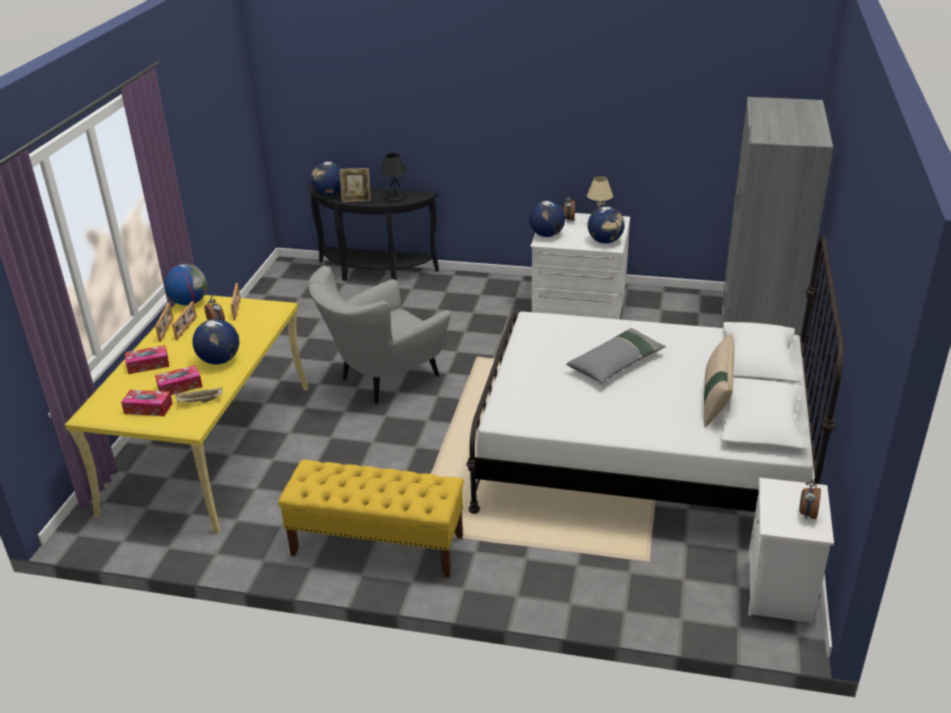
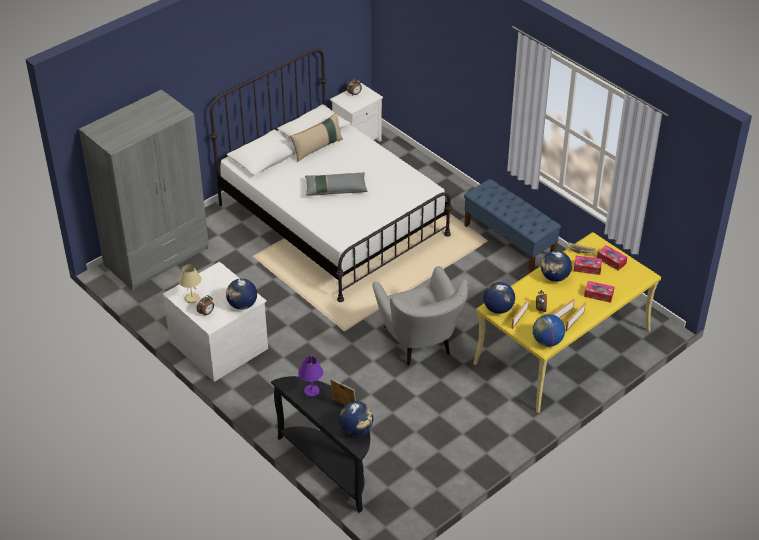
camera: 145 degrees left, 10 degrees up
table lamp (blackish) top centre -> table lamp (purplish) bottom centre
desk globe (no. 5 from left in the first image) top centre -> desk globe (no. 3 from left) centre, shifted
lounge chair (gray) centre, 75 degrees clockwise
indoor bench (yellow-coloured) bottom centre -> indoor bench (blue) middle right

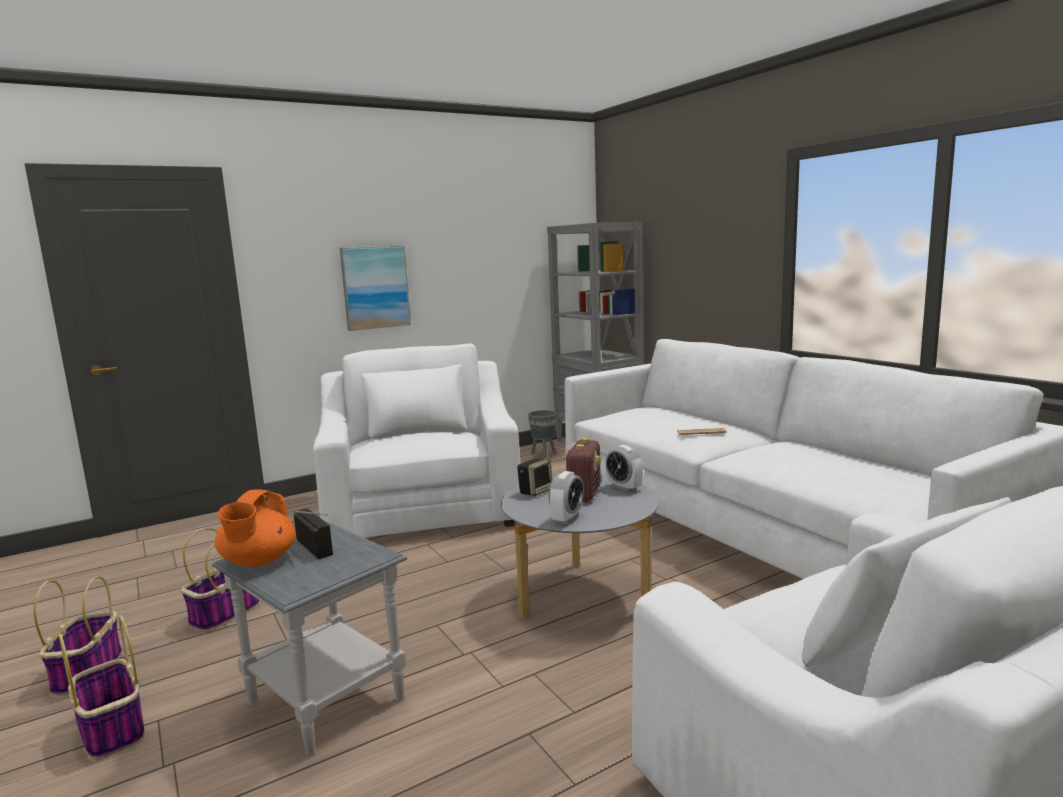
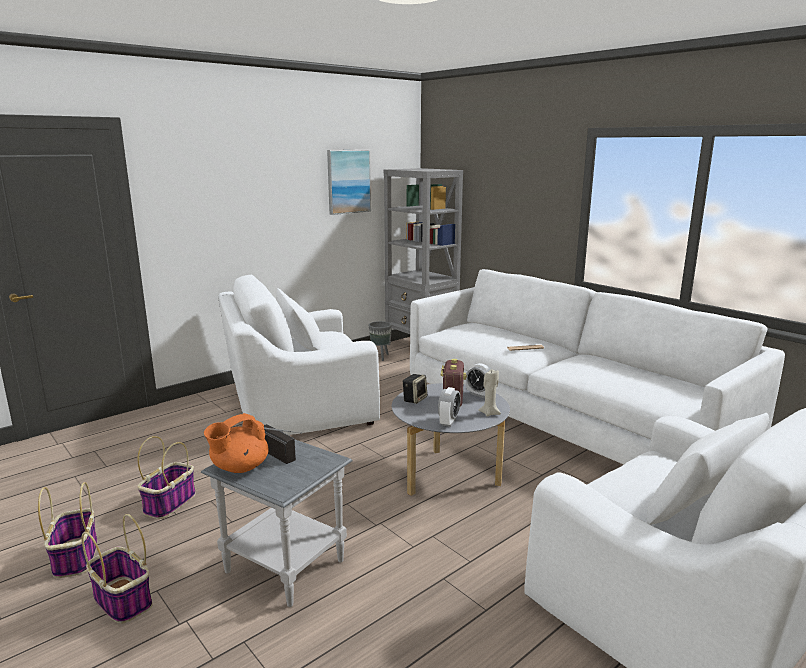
camera: 10 degrees left, 5 degrees up
wall picture centre -> wall picture top centre, shifted
lounge chair (whitish) (no. 1 from left) centre, 90 degrees counterclockwise
tea pot (orange) middle left, 45 degrees clockwise
none -> wax candle (sand-coloured) centre

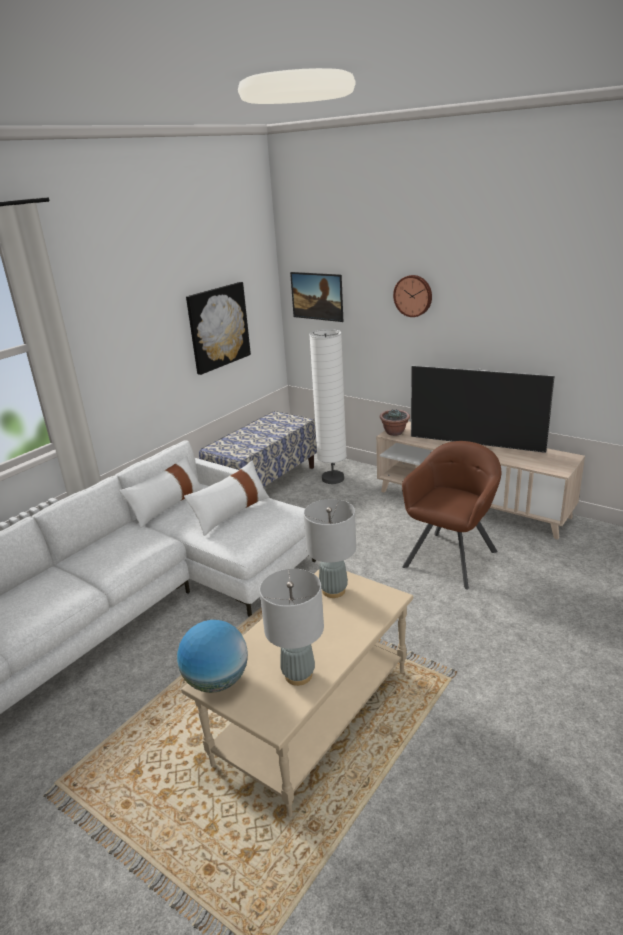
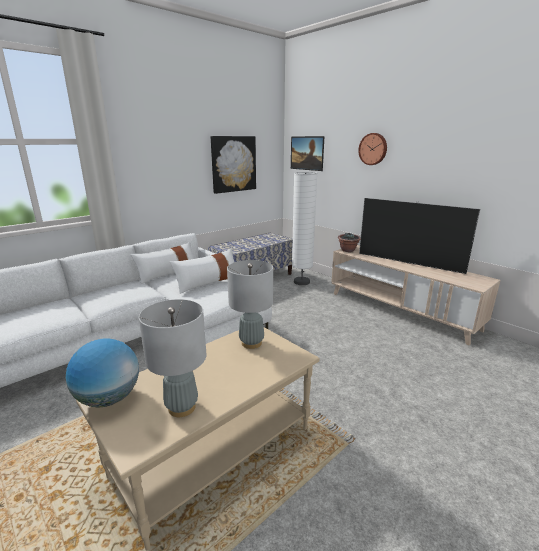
camera: 10 degrees right, 5 degrees down
lounge chair (brown) middle right -> none

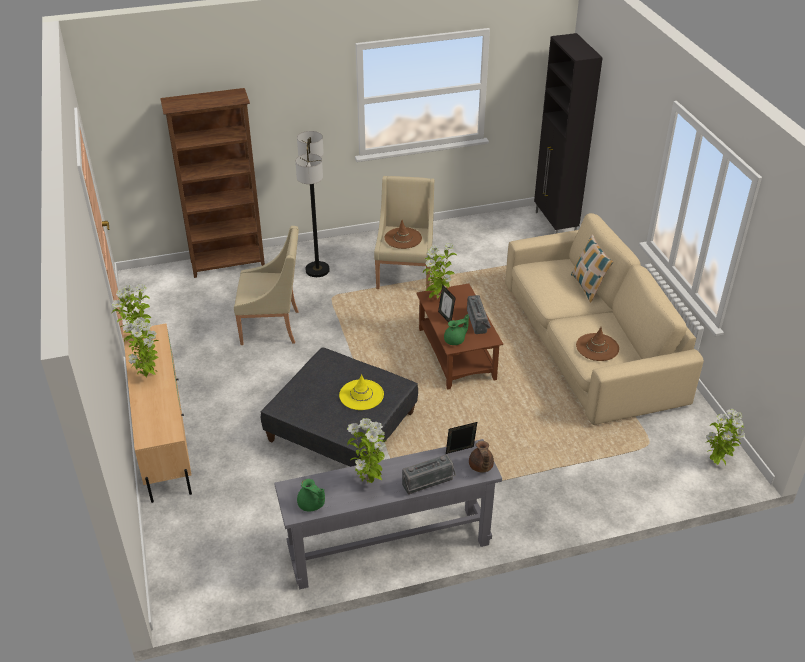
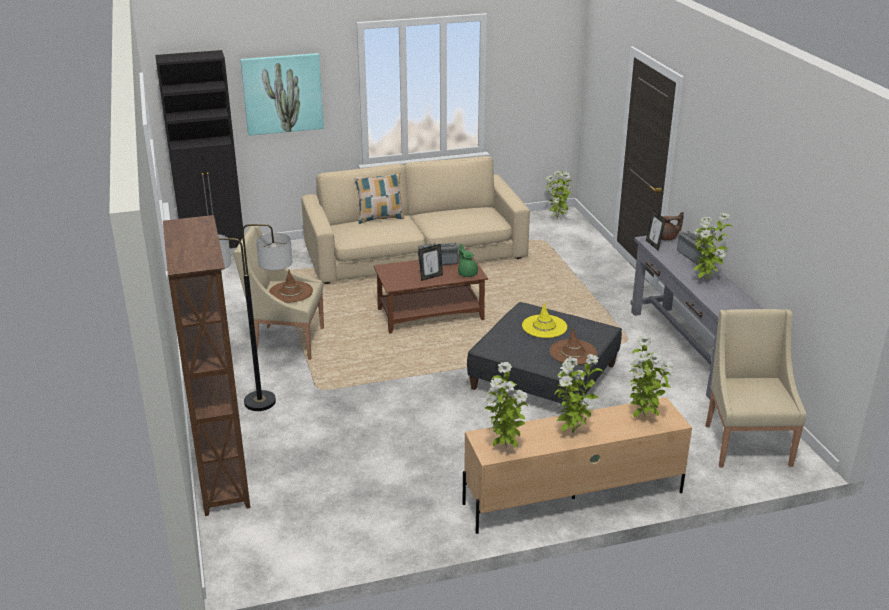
camera: 90 degrees left, 10 degrees down
lounge chair (sand-coloured) (no. 1 from left in the first image) middle left -> lounge chair (sand-coloured) (no. 2 from left) middle right, shifted
houseplant (no. 4 from left) centre -> houseplant (no. 4 from left) middle right, shifted
hat (brown) (no. 2 from left) middle right -> hat (brown) (no. 2 from left) centre, shifted
tea pot (green) (no. 1 from left) bottom centre -> none
none -> wall picture top left

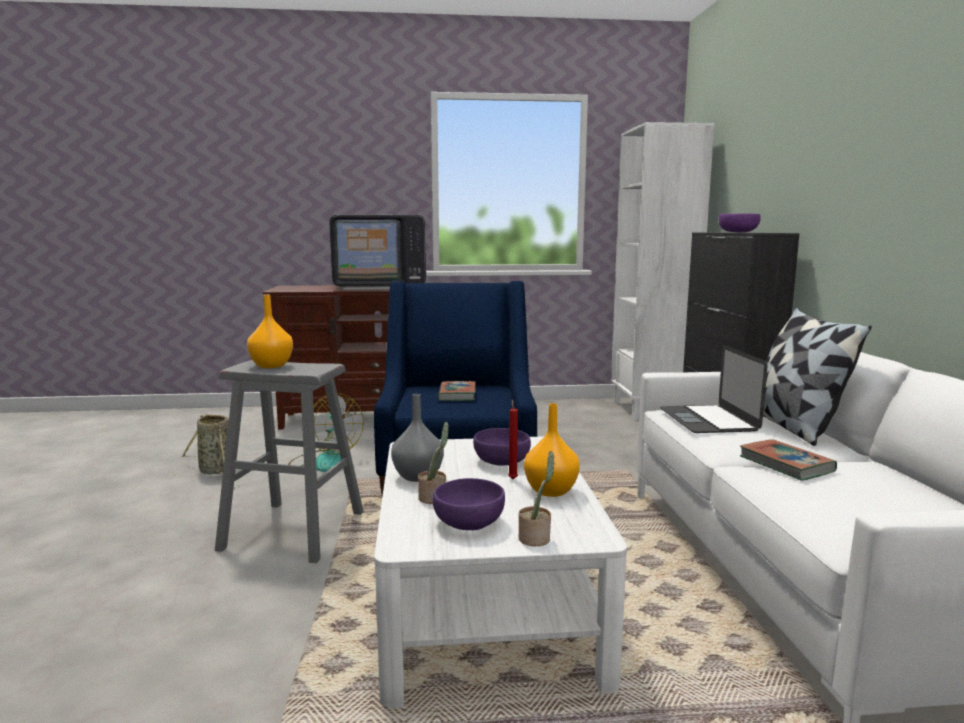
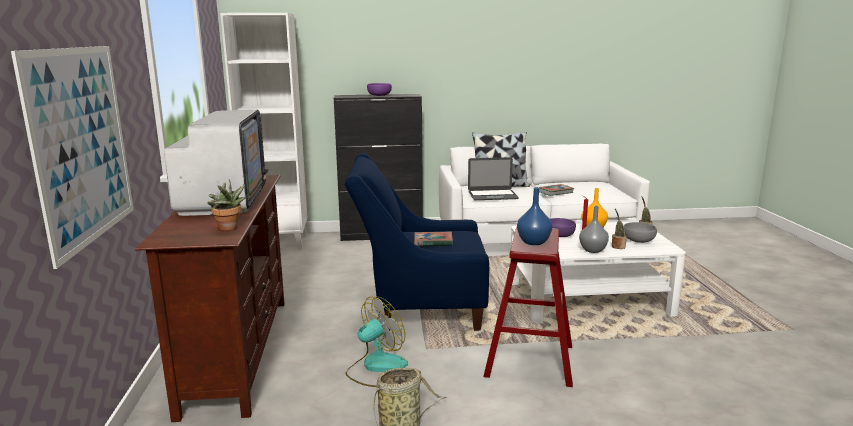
camera: 90 degrees left, 5 degrees up
decorative vase (orange) (no. 1 from left) middle left -> decorative vase (blue) centre
stool (gray) middle left -> stool (reddish) bottom centre
serving bowl (purplish) (no. 1 from left) bottom centre -> serving bowl (gray) middle right
none -> wall picture middle left
none -> houseplant (no. 1 from left) middle left

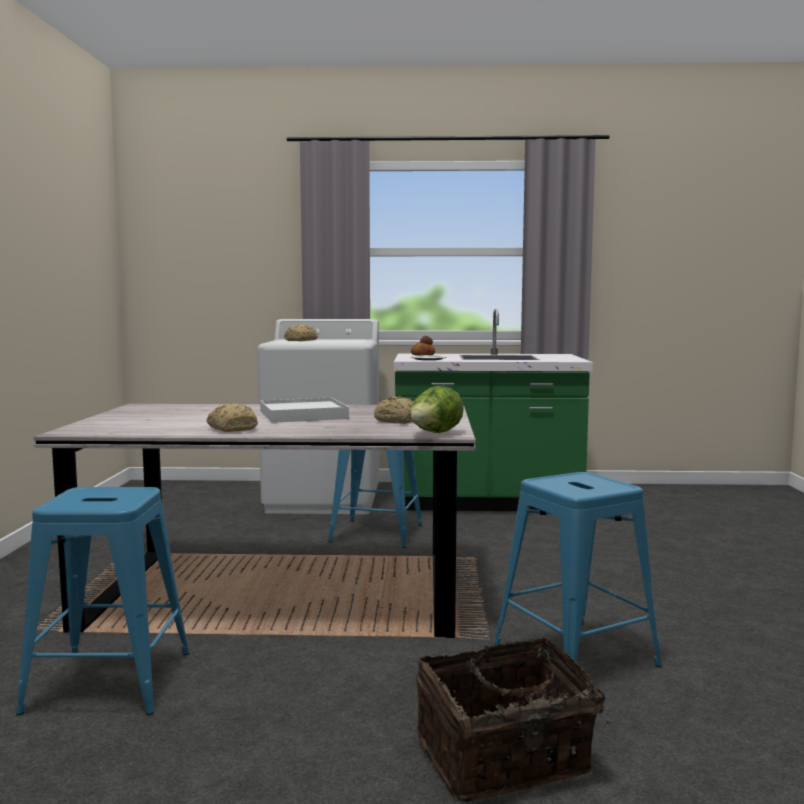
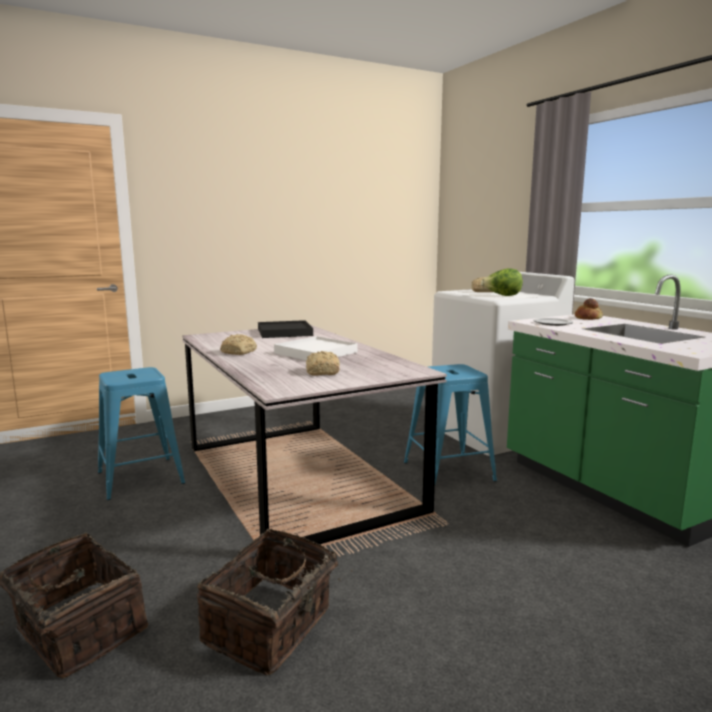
camera: 60 degrees right, 5 degrees up
lettuce centre -> lettuce middle right, shifted
stool (blue) (no. 3 from left) bottom right -> household basket (no. 2 from left) bottom centre
none -> serving tray (blackish) centre

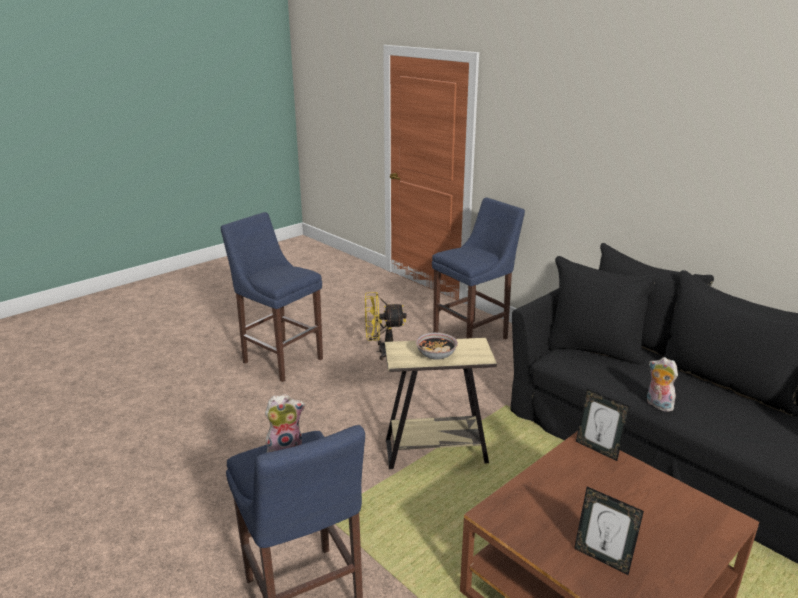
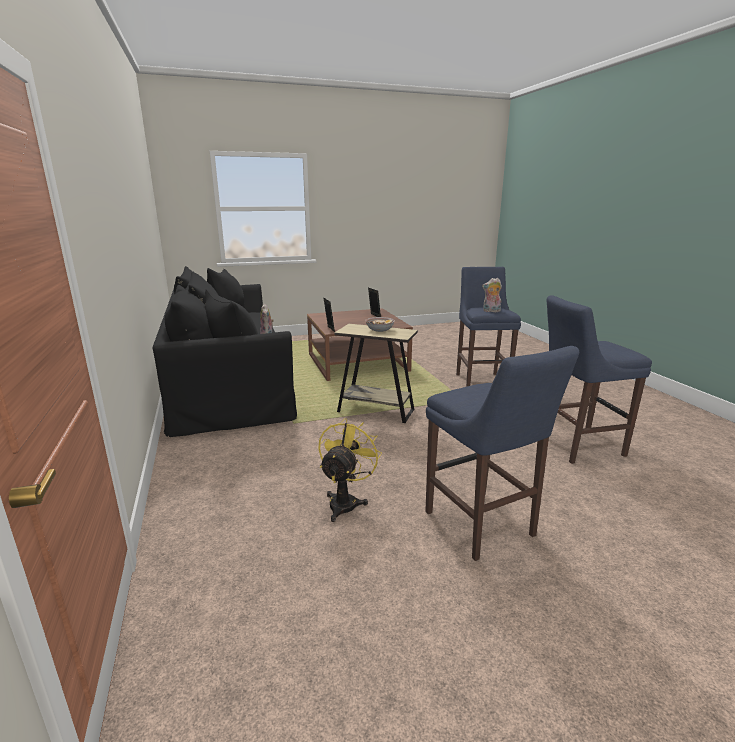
camera: 155 degrees left, 5 degrees down
stool (blue) (no. 3 from left) centre -> stool (blue) (no. 3 from left) middle right, shifted
electric fan (yellow-coloured) centre, 90 degrees counterclockwise

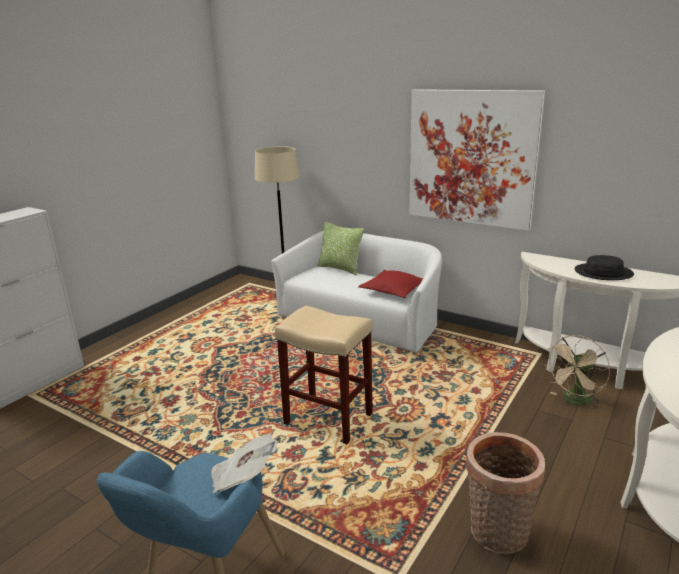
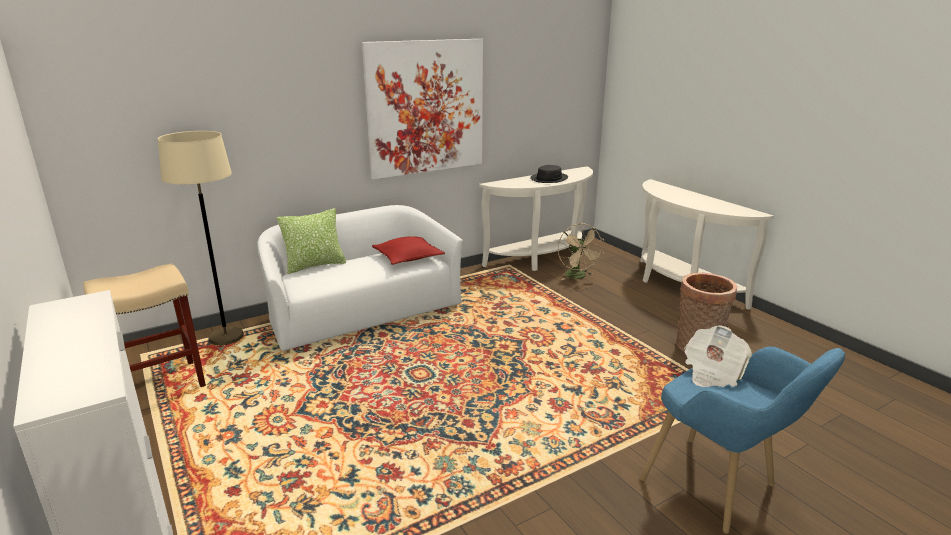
camera: 65 degrees left, 0 degrees up
stool (sand-coloured) centre -> stool (sand-coloured) middle left, shifted

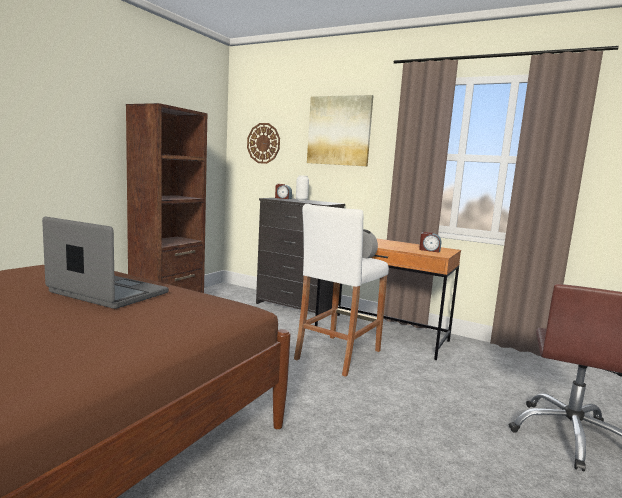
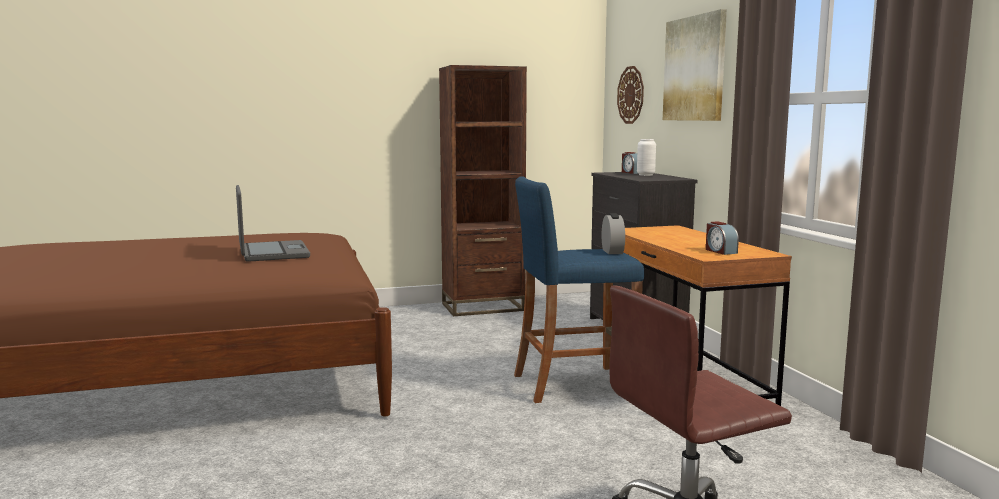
camera: 45 degrees right, 0 degrees up
stool (whitish) centre -> stool (blue) centre

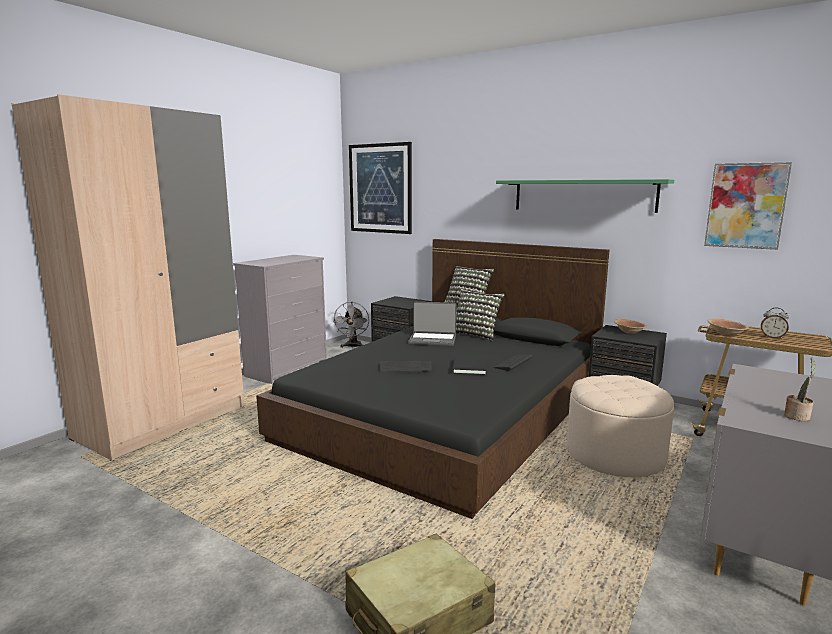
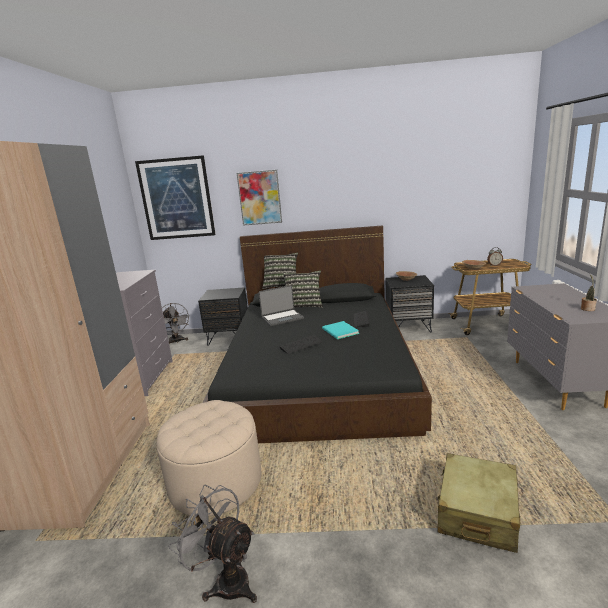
camera: 30 degrees left, 5 degrees up
wall picture (no. 2 from left) top right -> wall picture (no. 2 from left) top centre, shifted
shelf (green) top right -> none
book (blackish) centre -> book (turquoise) centre
pouffe (sand-coloured) bottom right -> pouffe (sand-coloured) bottom centre, shifted
none -> electric fan (gray) (no. 2 from left) bottom centre

